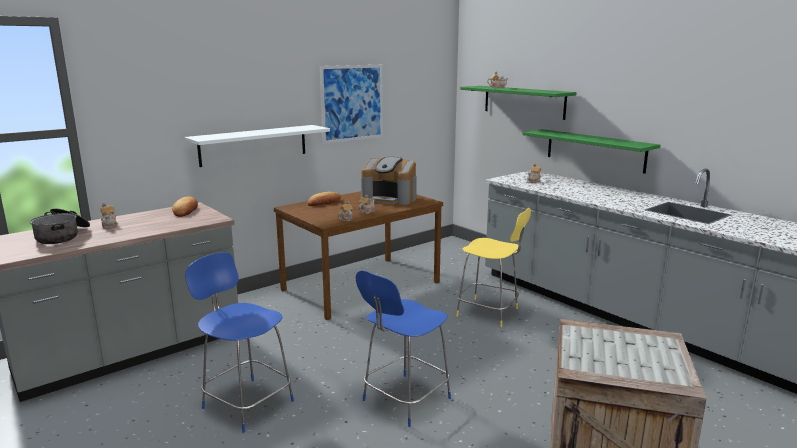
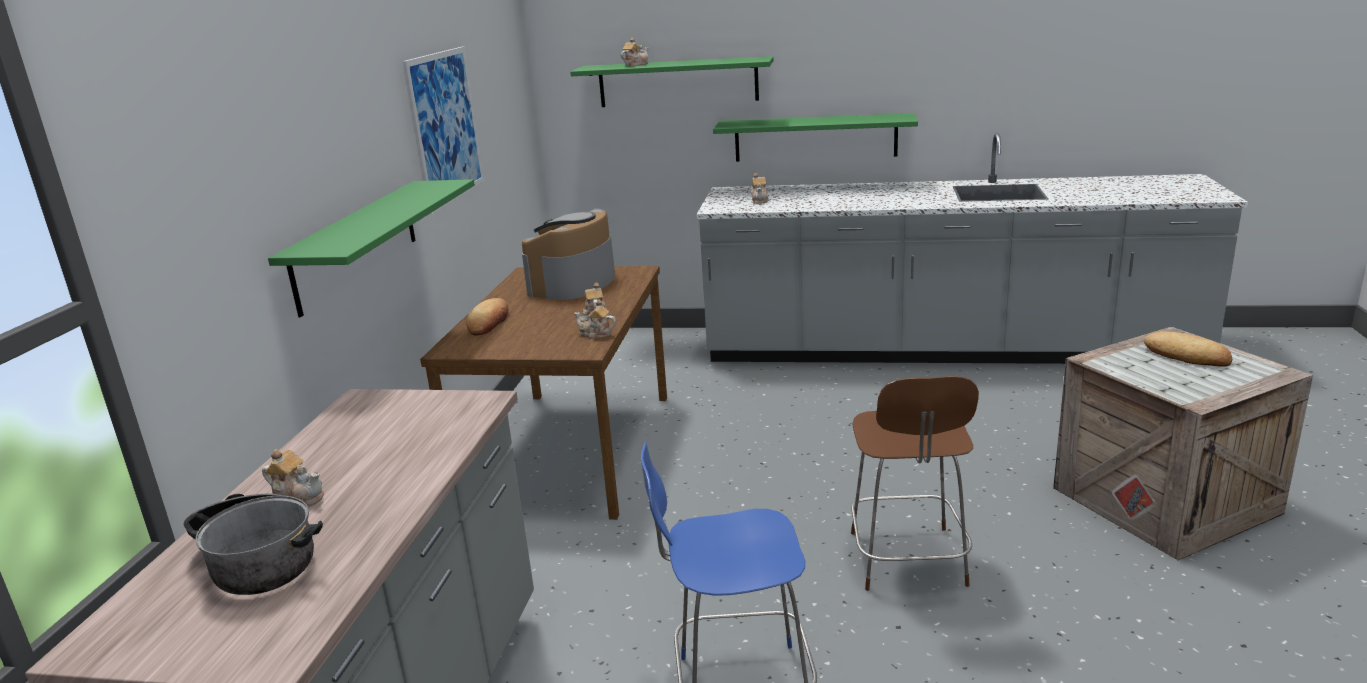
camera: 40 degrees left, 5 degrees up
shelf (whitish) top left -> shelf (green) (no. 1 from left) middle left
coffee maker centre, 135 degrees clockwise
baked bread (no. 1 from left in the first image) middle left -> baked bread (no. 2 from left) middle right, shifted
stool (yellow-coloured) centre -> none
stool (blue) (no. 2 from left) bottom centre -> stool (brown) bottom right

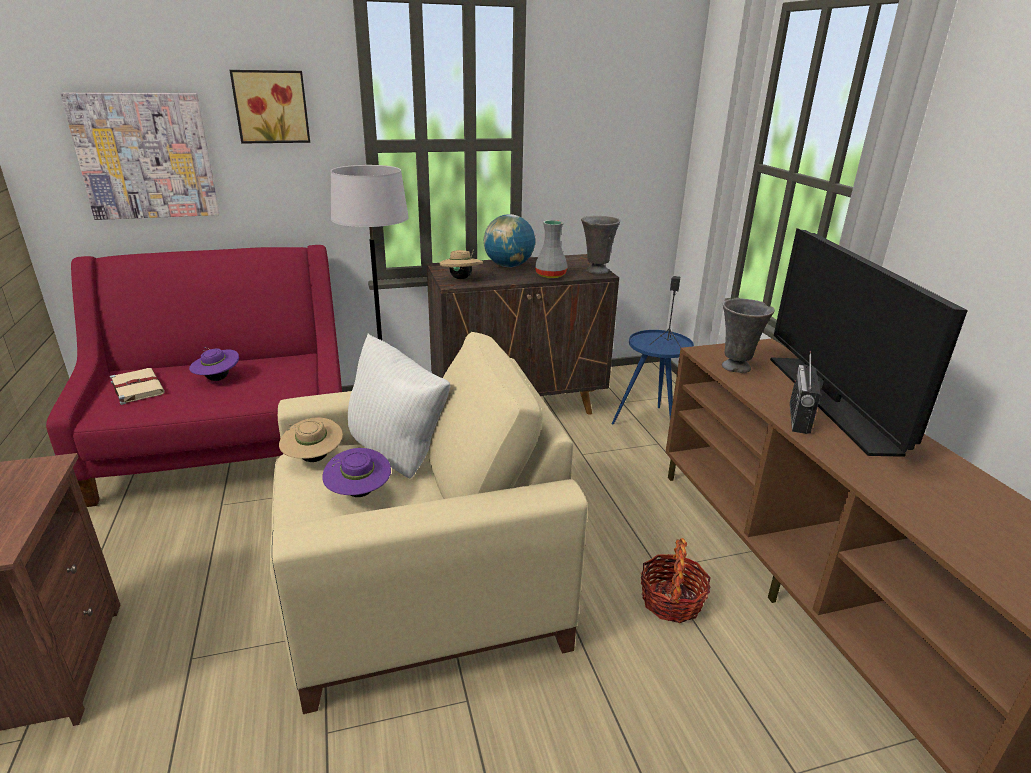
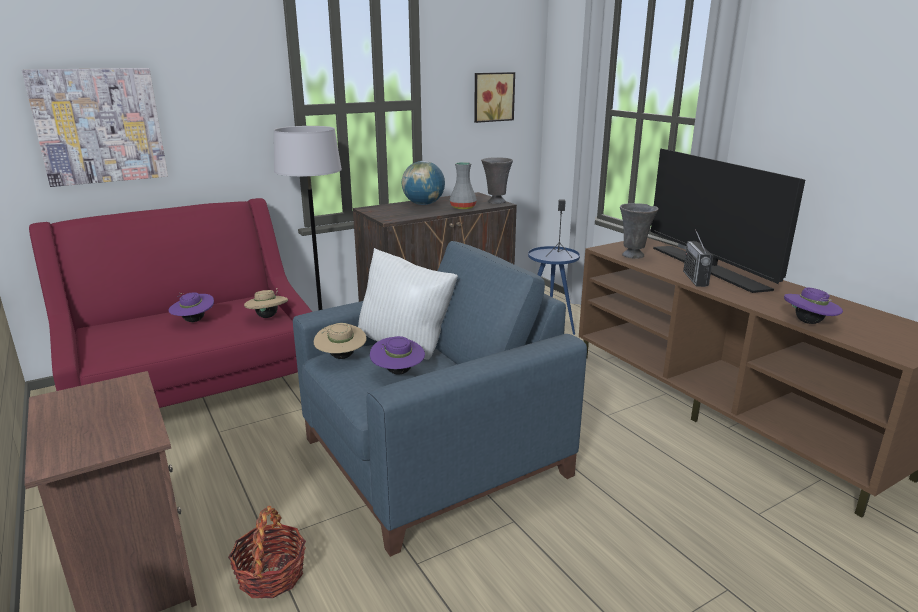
camera: 15 degrees left, 5 degrees down
wall picture (no. 2 from left) top left -> wall picture (no. 2 from left) top centre, shifted
hat (sand-coloured) (no. 2 from left in the first image) centre -> hat (sand-coloured) (no. 1 from left) middle left, shifted
lounge chair (sand-coloured) bottom centre -> lounge chair (blue) centre
book (sand-coloured) middle left -> none
household basket bottom centre -> household basket bottom left, shifted
none -> hat (purplish) (no. 3 from left) middle right

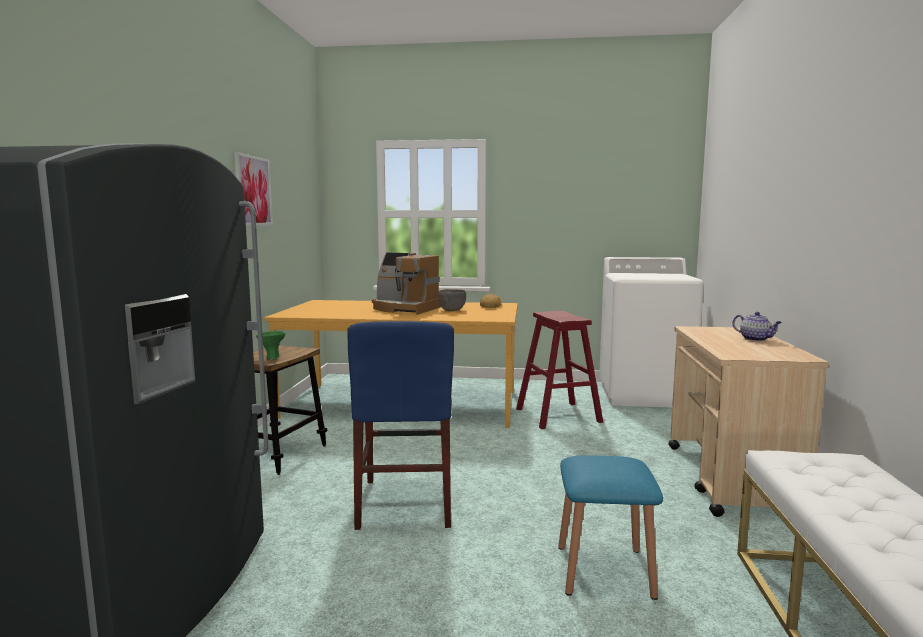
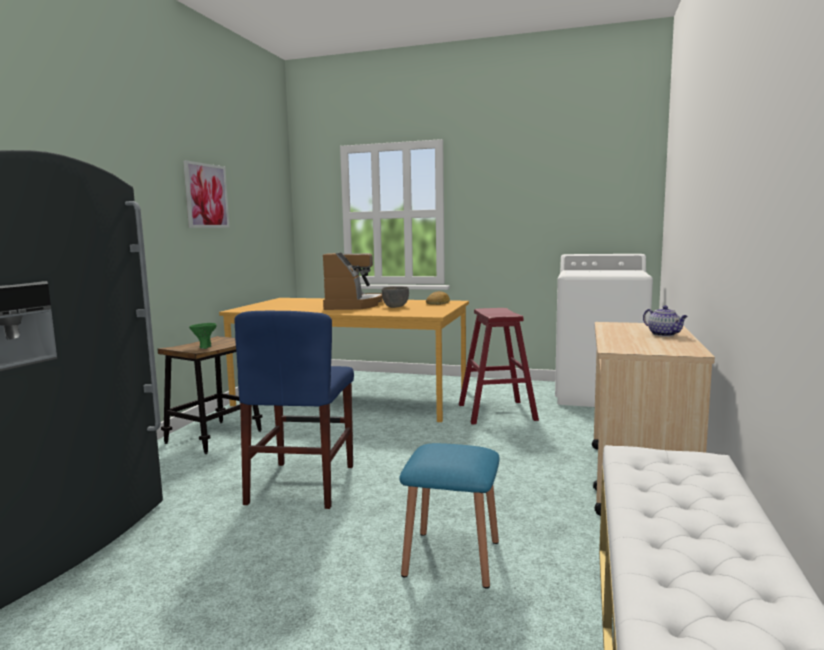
camera: 10 degrees right, 0 degrees up
coffee maker centre, 120 degrees counterclockwise

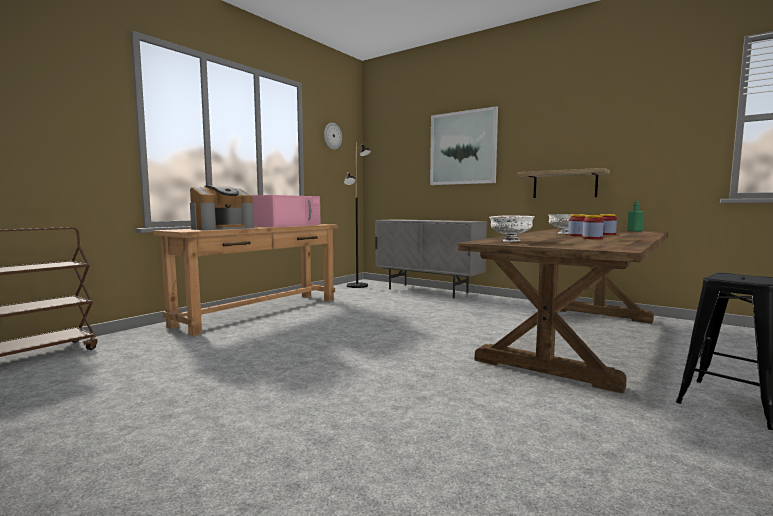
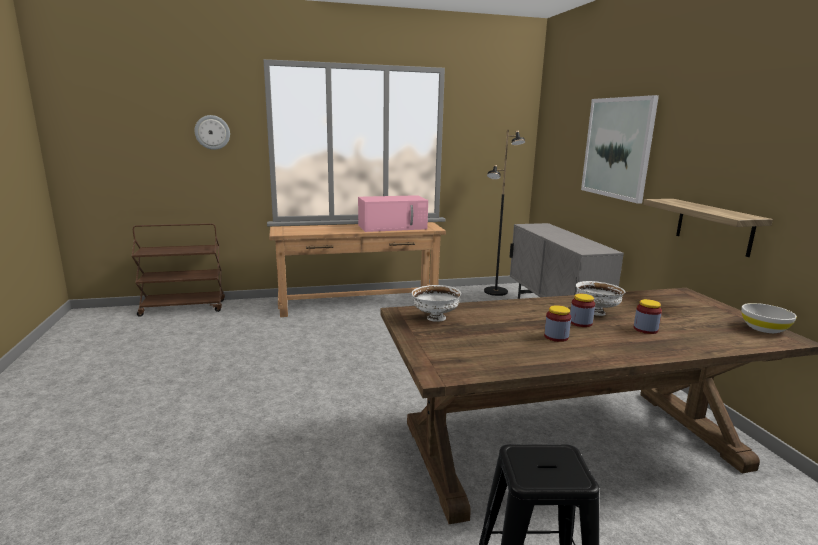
camera: 40 degrees right, 10 degrees up
clock on the wall top centre -> clock on the wall top left, shifted
coffee maker middle left -> none
beverage bottle (green) middle right -> serving bowl (whitish) (no. 3 from left) middle right

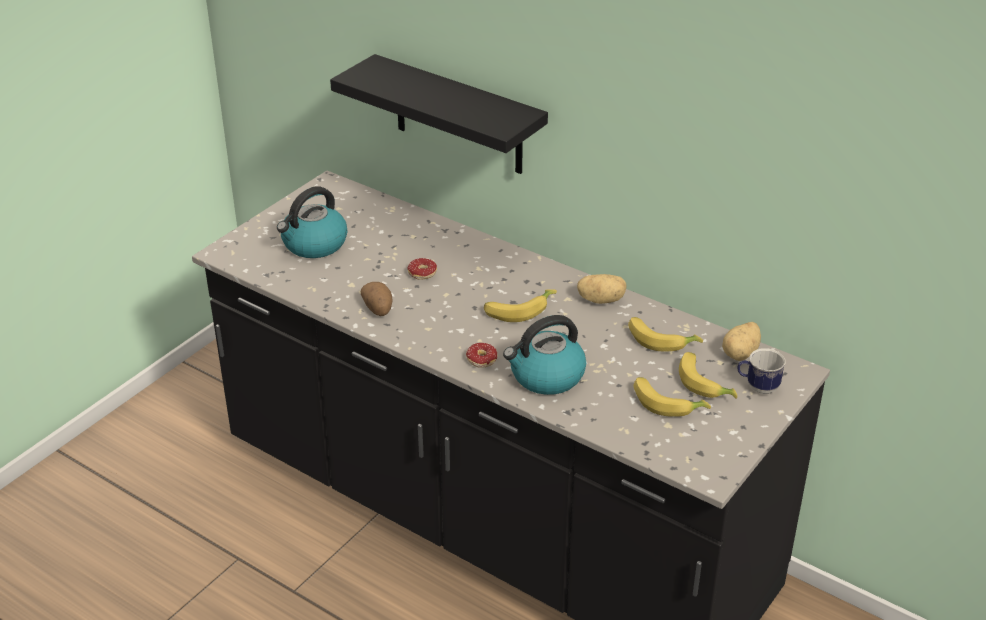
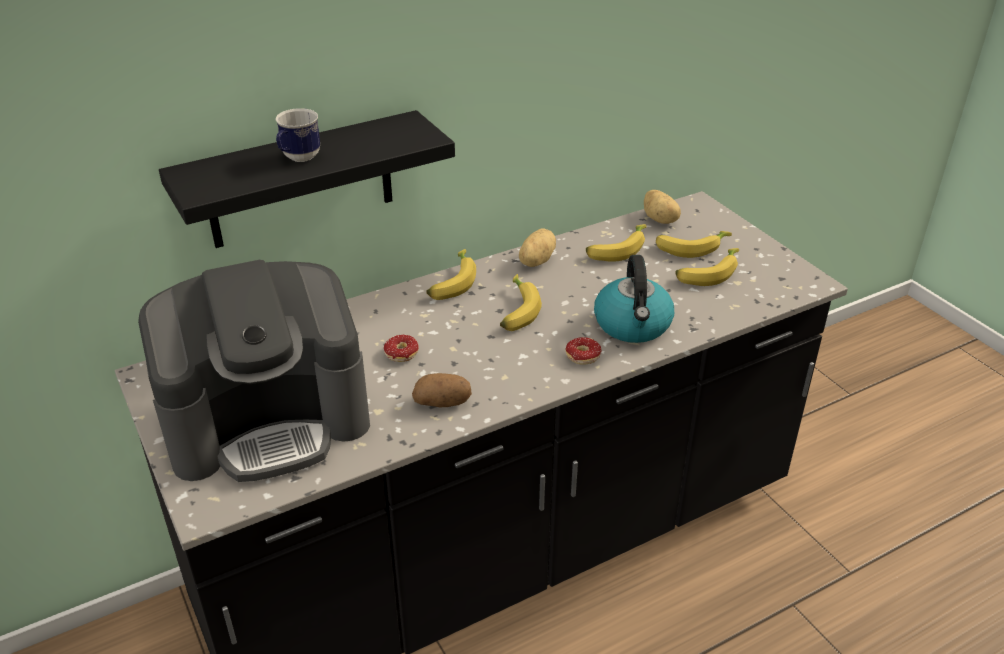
camera: 65 degrees left, 0 degrees up
water kettle (no. 1 from left) middle left -> coffee maker middle left
coffee mug middle right -> coffee mug top left, shifted
none -> banana (no. 1 from left) centre

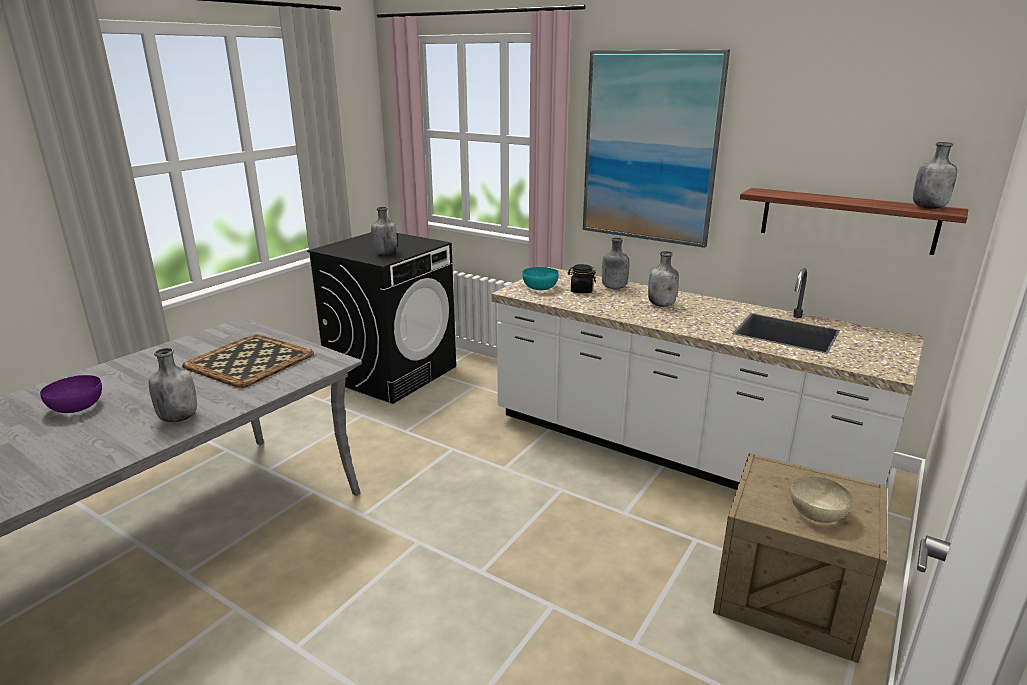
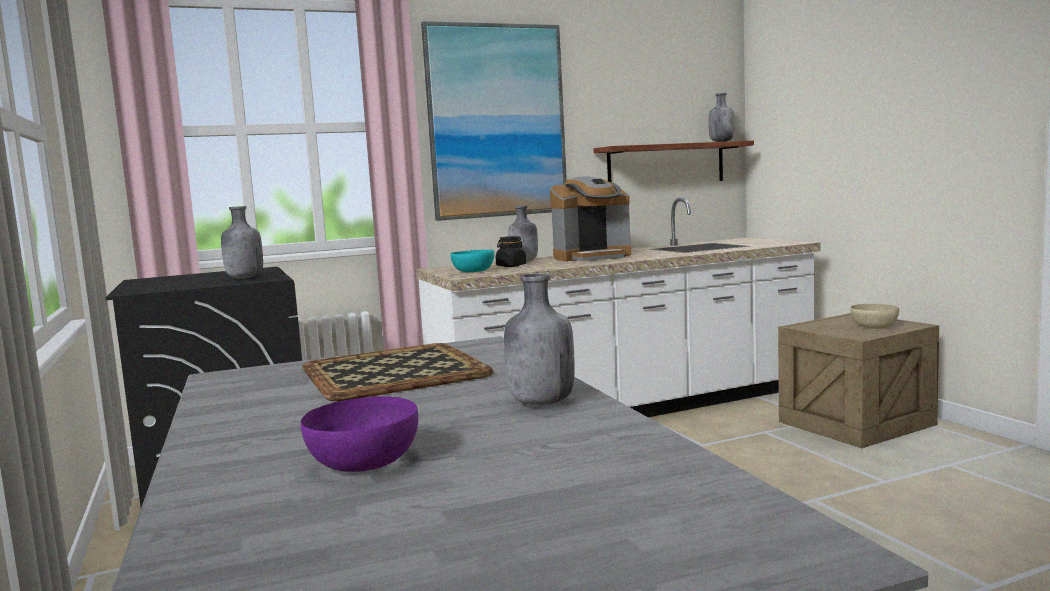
camera: 55 degrees left, 15 degrees down
beverage bottle (gray) (no. 4 from left) centre -> coffee maker centre

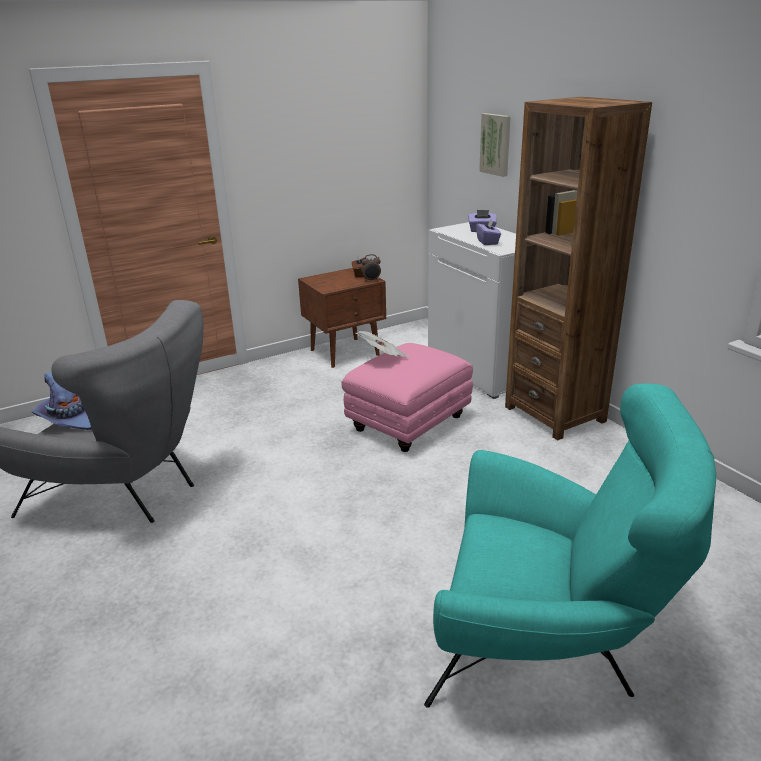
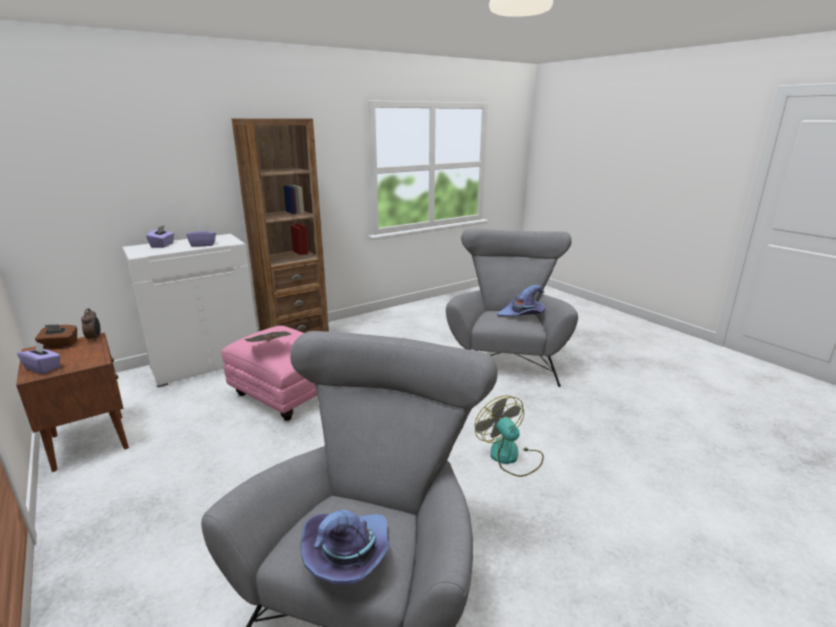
camera: 95 degrees left, 5 degrees down
wall picture top centre -> none
lounge chair (turquoise) bottom right -> lounge chair (gray) (no. 2 from left) centre
none -> hat (purplish) (no. 2 from left) centre
none -> tissue box (purplish) (no. 1 from left) middle left
none -> electric fan bottom centre

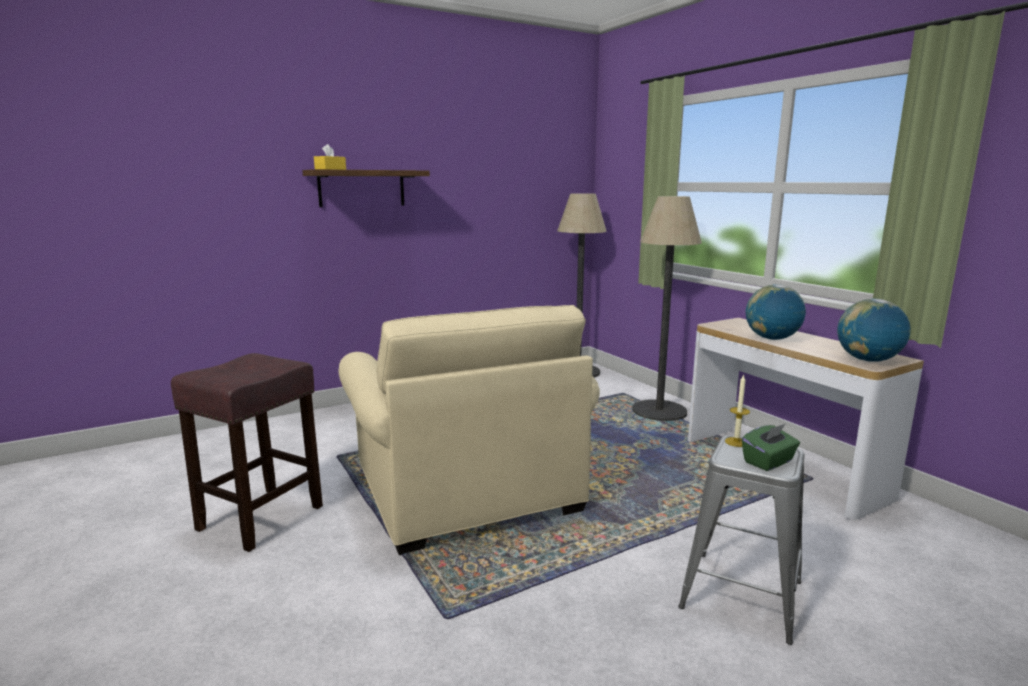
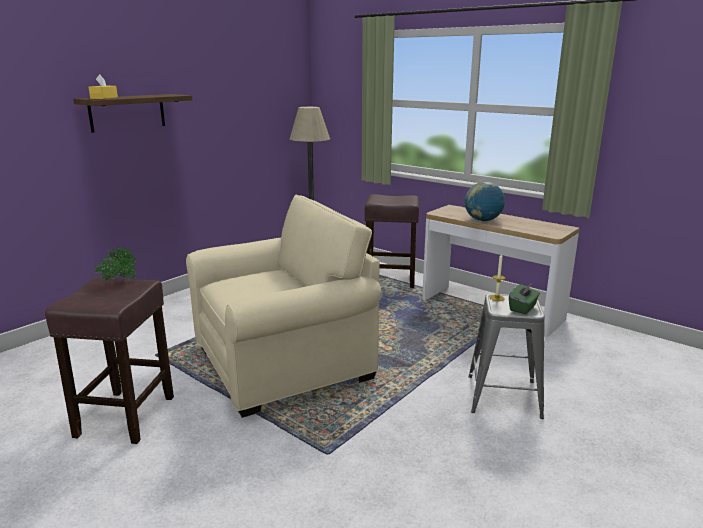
camera: 20 degrees left, 5 degrees up
standing lamp (no. 2 from left) centre -> stool (brown) (no. 2 from left) centre
desk globe (no. 2 from left) middle right -> none
lounge chair (sand-coloured) centre, 75 degrees counterclockwise
none -> houseplant middle left

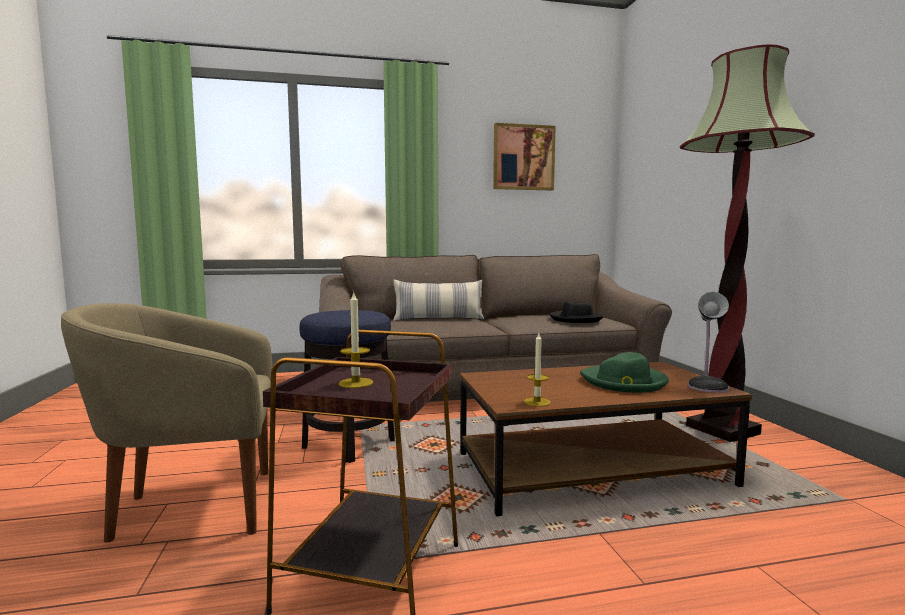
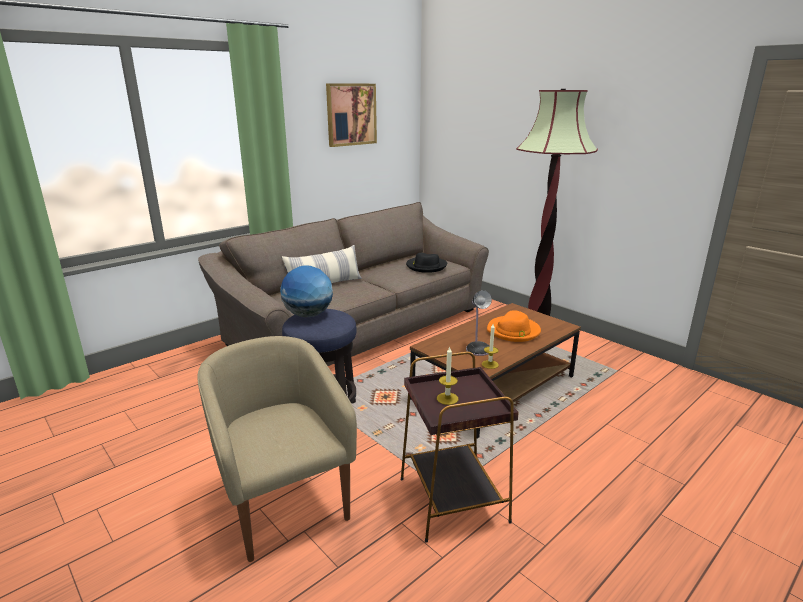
camera: 30 degrees left, 15 degrees up
table lamp middle right -> table lamp centre, shifted
lounge chair (sand-coloured) bottom left -> lounge chair (sand-coloured) bottom centre, 105 degrees clockwise
hat (green) middle right -> hat (orange) centre
none -> desk globe centre

